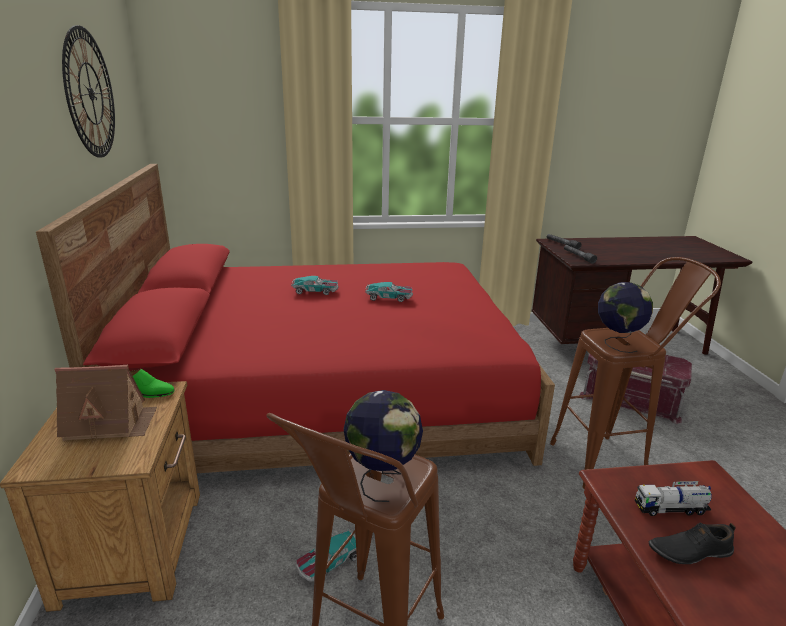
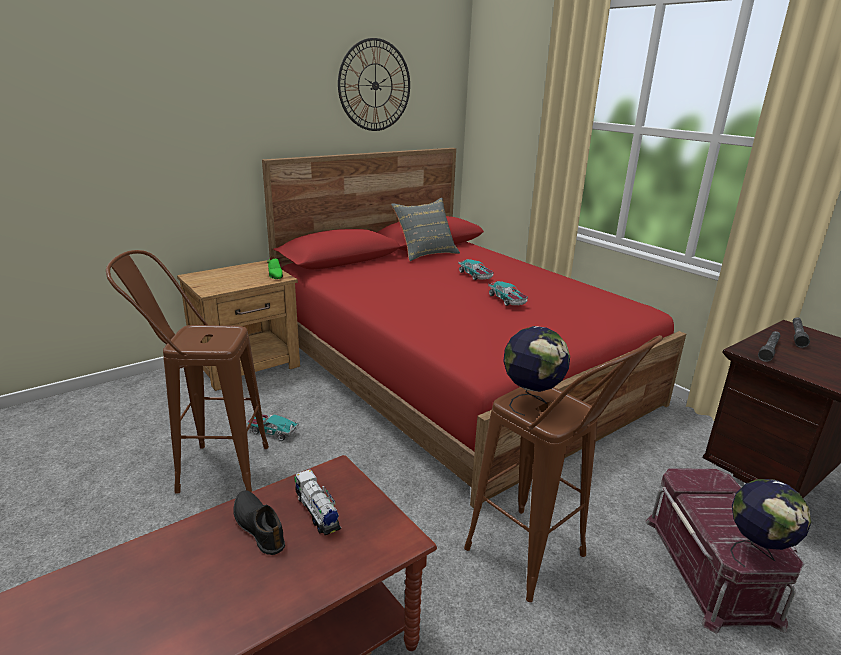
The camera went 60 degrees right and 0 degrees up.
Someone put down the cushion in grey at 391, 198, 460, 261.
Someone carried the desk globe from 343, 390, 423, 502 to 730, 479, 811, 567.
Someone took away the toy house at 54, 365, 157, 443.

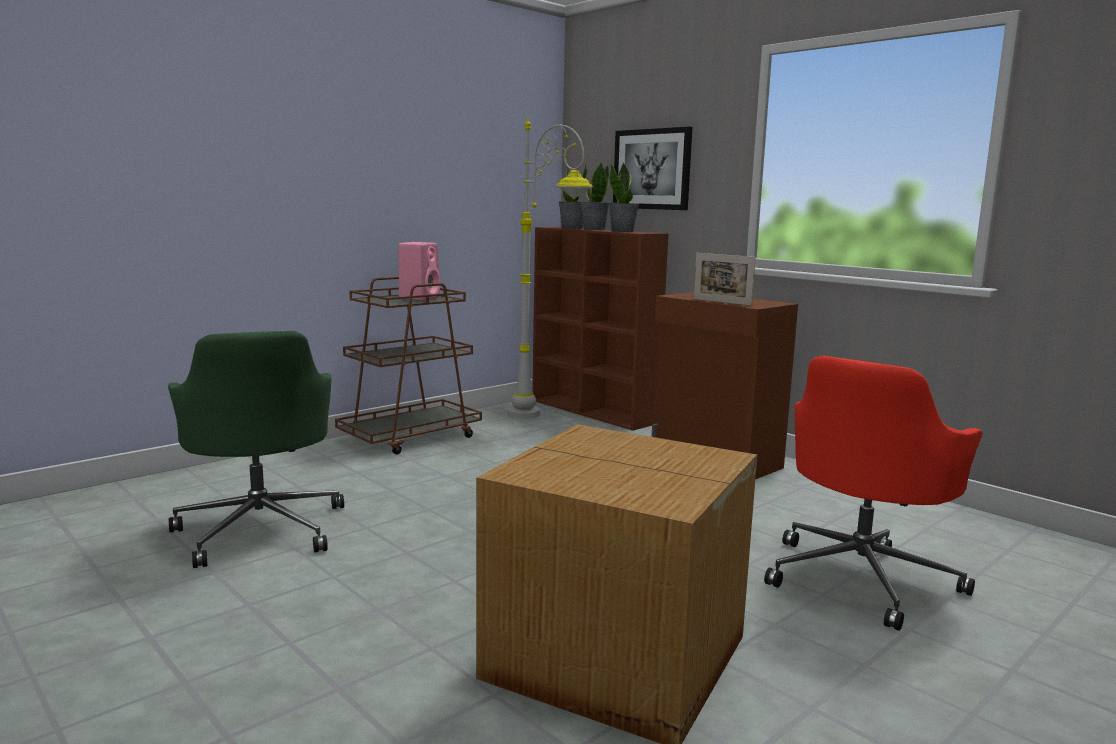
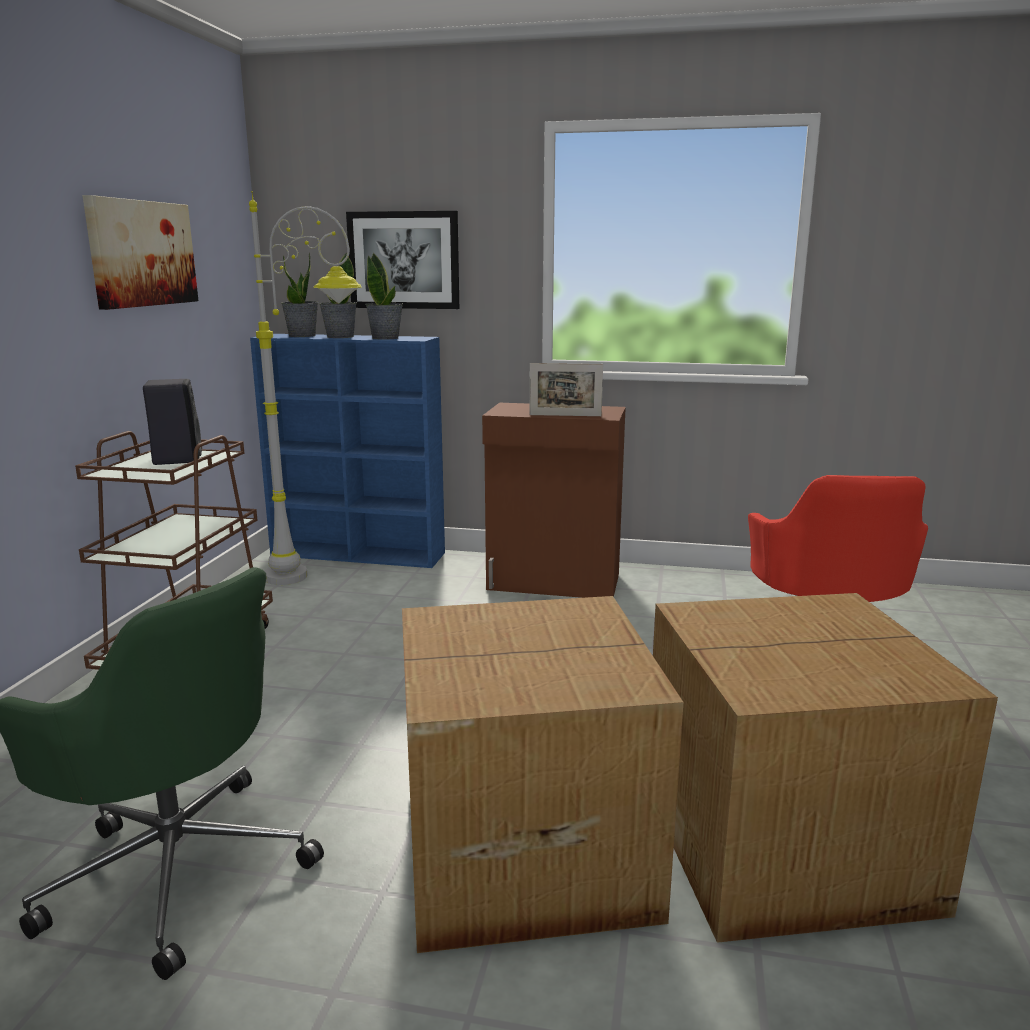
The camera went 35 degrees left and 5 degrees up.
Someone put up the wall picture at 83, 195, 198, 310.
Someone repainted the speaker in pink-coloured at 398, 242, 441, 301, which became the speaker in black at 143, 379, 202, 465.
Someone repainted the shelving unit in brown at 532, 227, 668, 431, which became the shelving unit in bluish at 250, 334, 445, 568.
Someone put down the cardboard box at 402, 596, 683, 953.

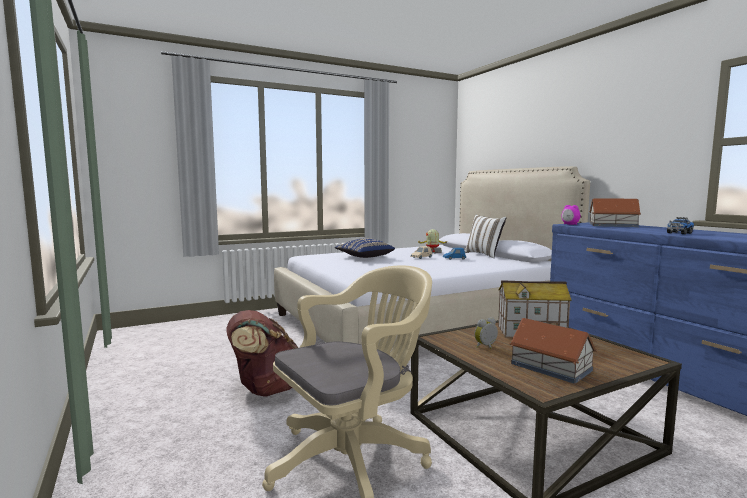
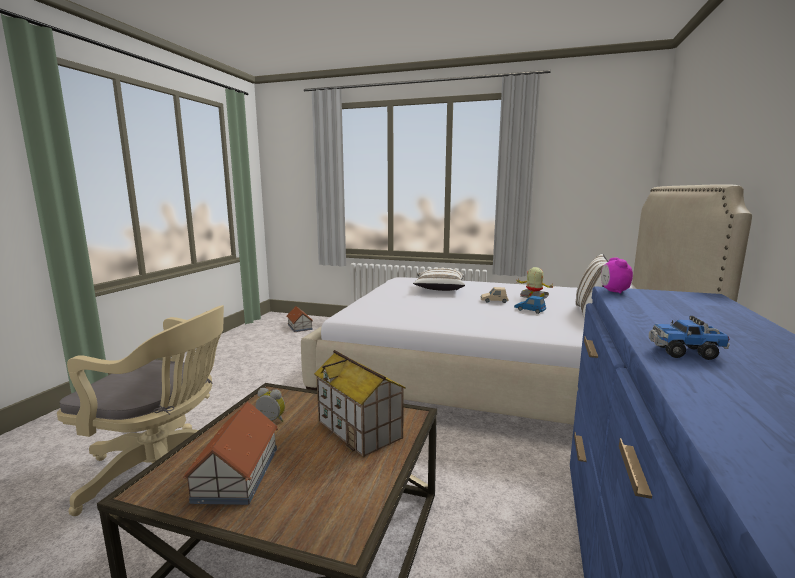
The camera went 45 degrees right and 5 degrees up.
Someone carried the toy house from 589, 198, 641, 227 to 287, 306, 313, 332.
Someone repainted the cushion in bluish at 335, 238, 395, 258, which became the cushion in white at 413, 268, 465, 291.
Someone took away the backpack in brown at 226, 310, 298, 397.

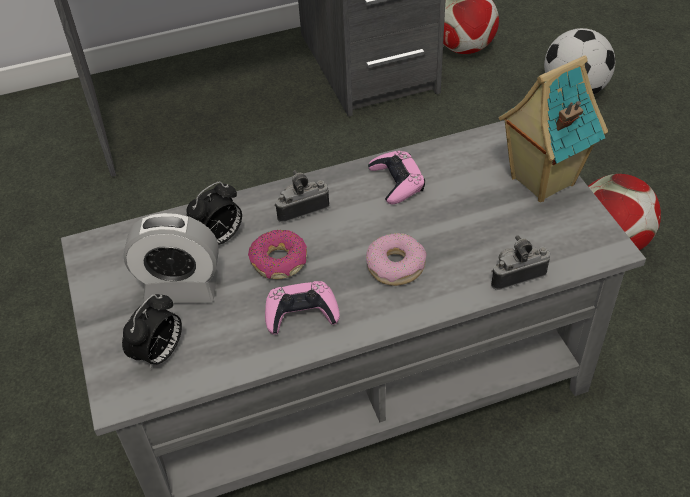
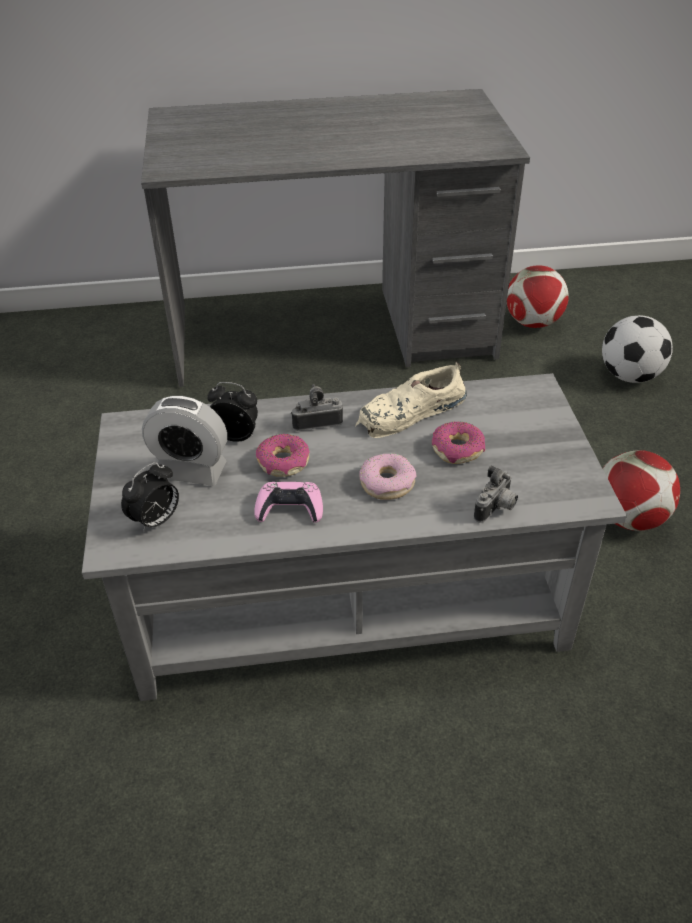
The camera went 10 degrees right and 5 degrees down.
Someone rotated the bedside clock at 186, 182, 242, 245 by 135 degrees counterclockwise.
Someone swapped the joypad in pink-coloured at 368, 151, 425, 204 for the low shoe in sand-coloured at 355, 361, 467, 438.
Someone put down the donut at 432, 421, 485, 464.
Someone rotated the photo camera at 491, 235, 550, 290 by 135 degrees clockwise.
Someone took away the toy house at 498, 55, 608, 202.

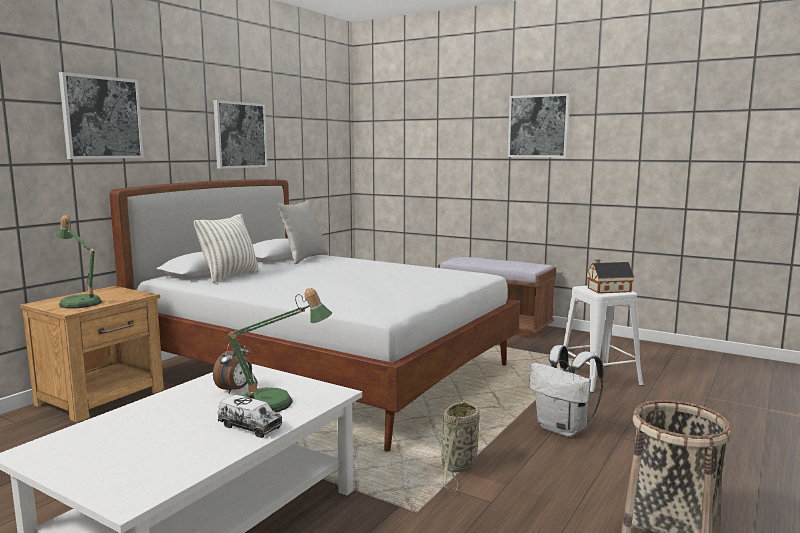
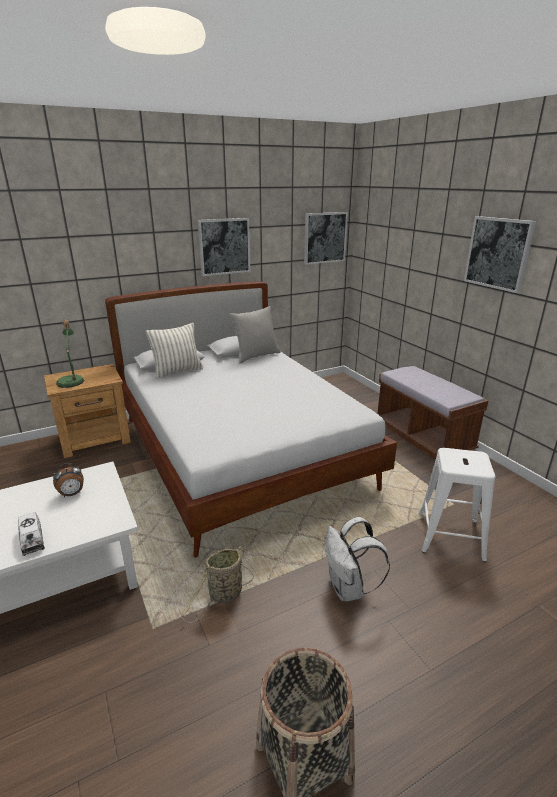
The camera went 30 degrees right and 15 degrees up.
Someone carried the wall picture from 59, 72, 144, 159 to 304, 212, 348, 265.
Someone took away the table lamp at 224, 288, 332, 413.
Someone took away the toy house at 586, 259, 634, 293.

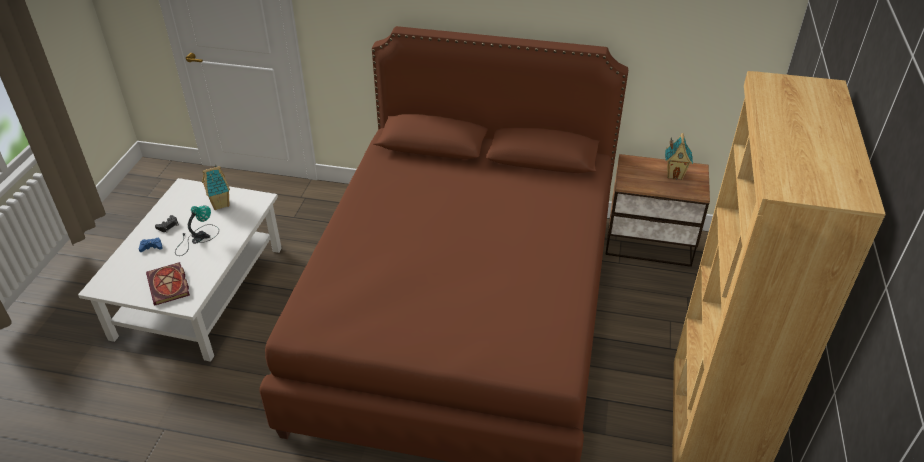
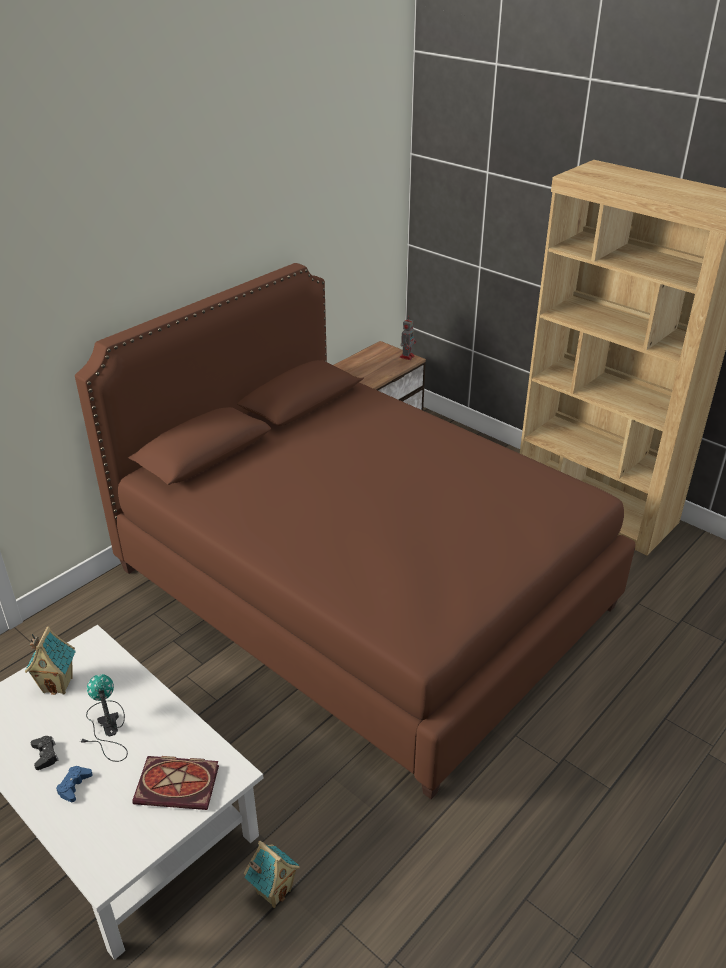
The camera went 60 degrees left and 5 degrees down.
Someone carried the toy house from 665, 133, 693, 180 to 244, 841, 300, 908.
Someone put down the model robot at 400, 319, 416, 360.

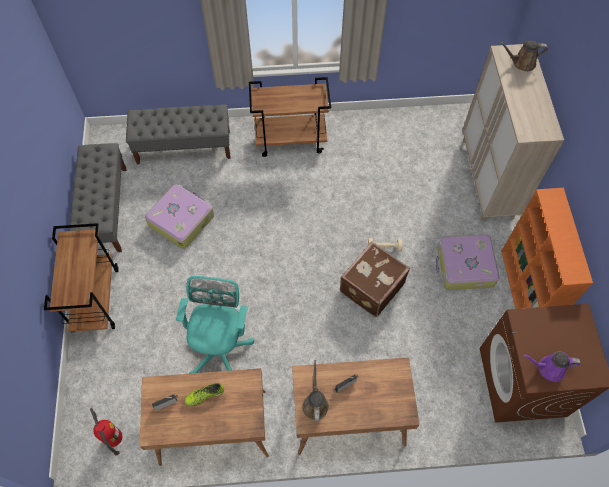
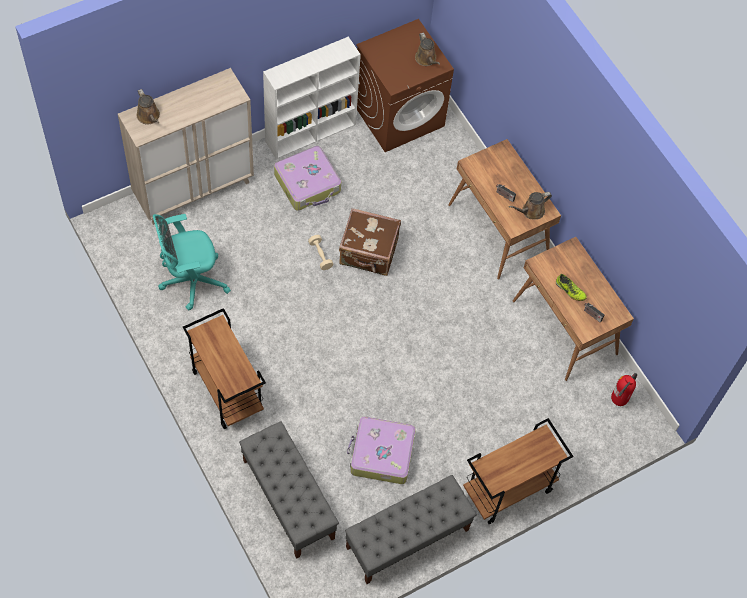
The camera went 120 degrees left and 0 degrees up.
Someone carried the computer chair in blue-green from 176, 276, 255, 374 to 153, 214, 231, 310.
Someone repainted the shelving unit in orange-coloured at 501, 188, 593, 309, which became the shelving unit in white at 263, 36, 361, 159.
Someone repainted the sprinkling can in purplish at 523, 351, 581, 382, which became the sprinkling can in brown at 415, 33, 440, 66.

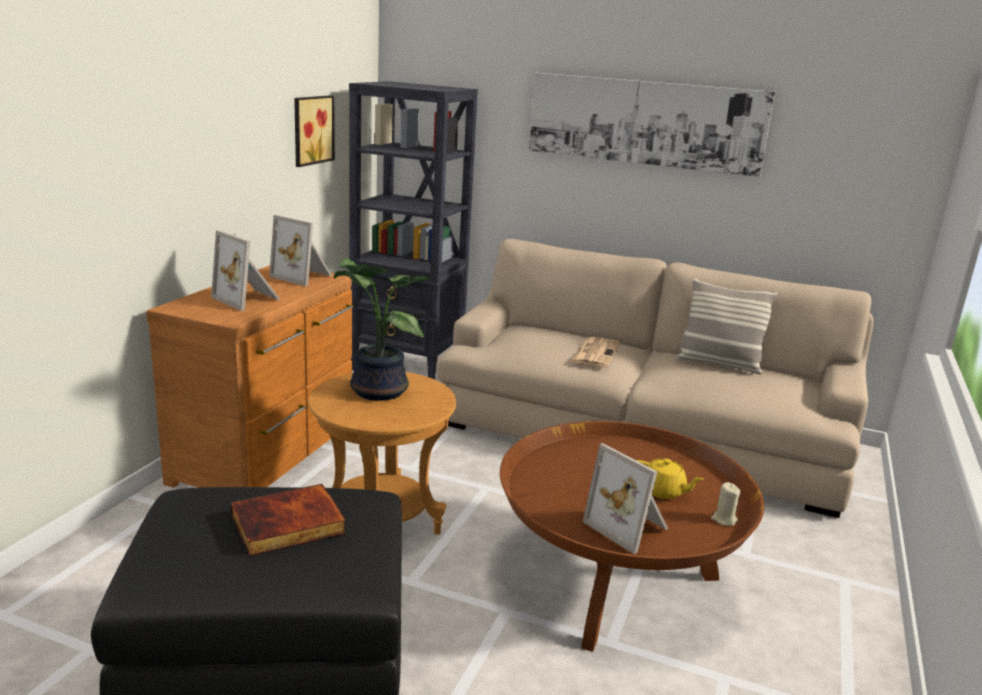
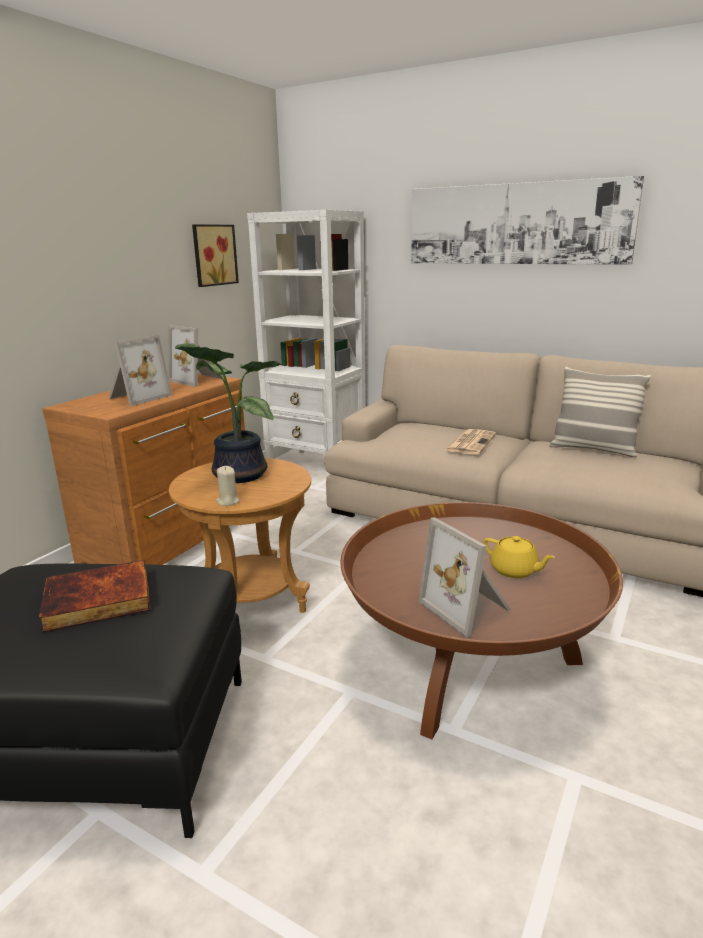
The camera went 10 degrees right and 0 degrees up.
Someone rotated the standing frame at 211, 231, 281, 311 by 105 degrees counterclockwise.
Someone carried the candle in sand-coloured from 711, 482, 741, 526 to 216, 466, 240, 506.
Someone repainted the shelving unit in black at 349, 81, 478, 380, which became the shelving unit in white at 247, 210, 366, 459.

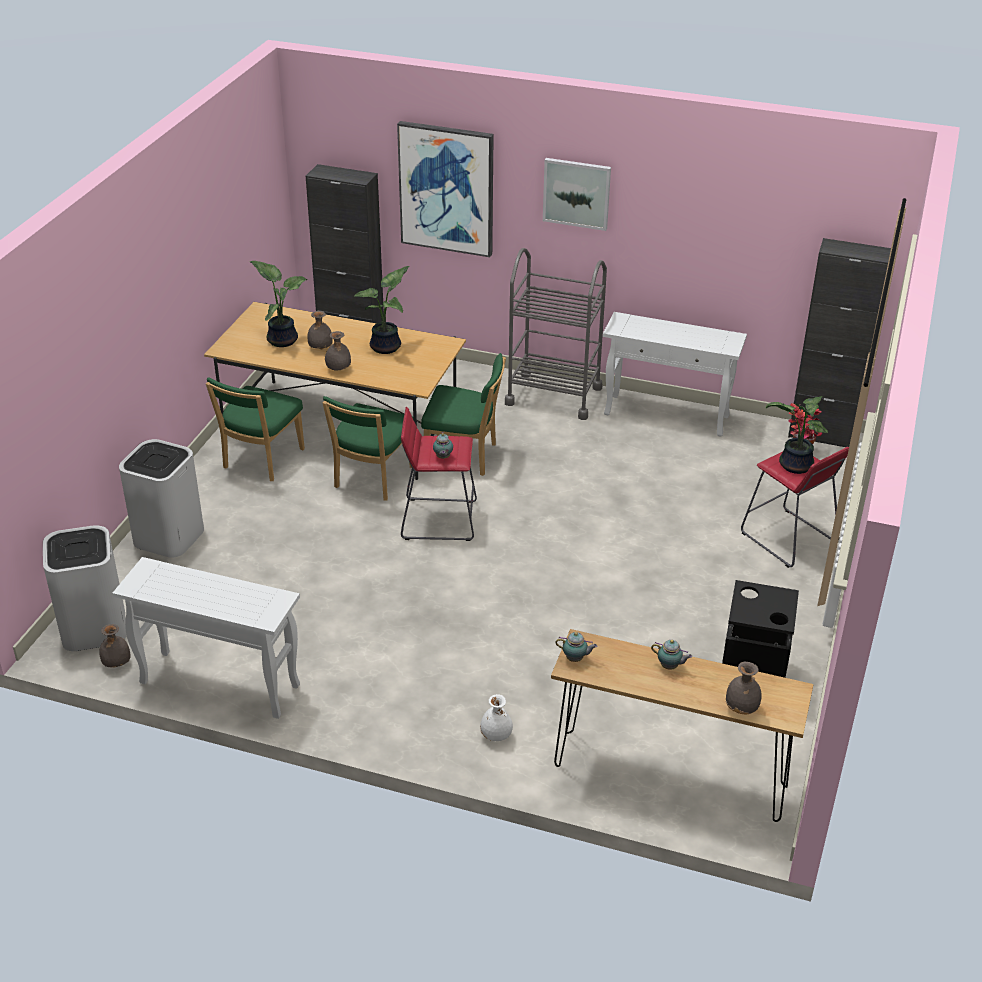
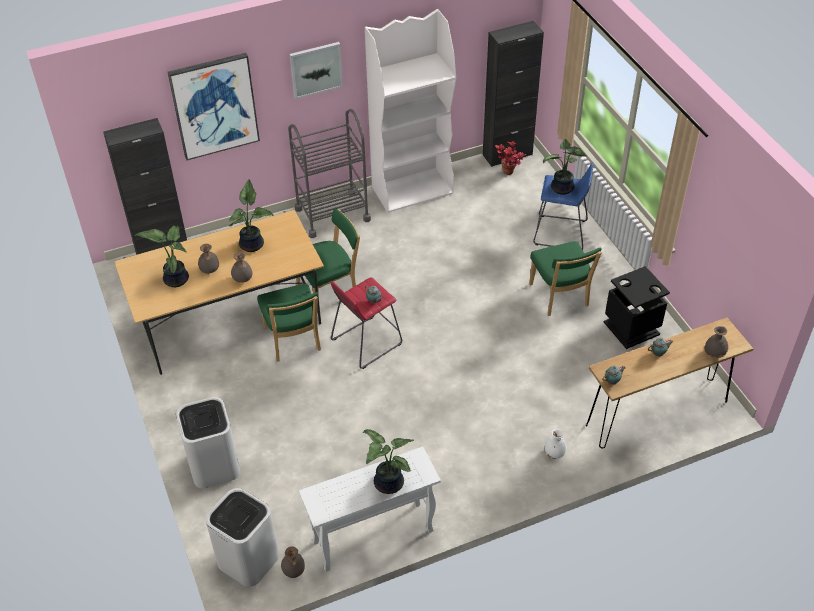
The camera went 40 degrees left and 10 degrees up.
Someone put down the potted plant at 363, 429, 414, 494.
Someone swapped the narrow table in white at 603, 312, 747, 437 for the shelving unit in white at 365, 9, 456, 213.
Someone carried the chair in green-coloured from 206, 377, 305, 481 to 529, 241, 602, 316.
Someone repainted the sitting stool in red-coloured at 741, 447, 849, 568, which became the sitting stool in bluish at 533, 162, 594, 250.

